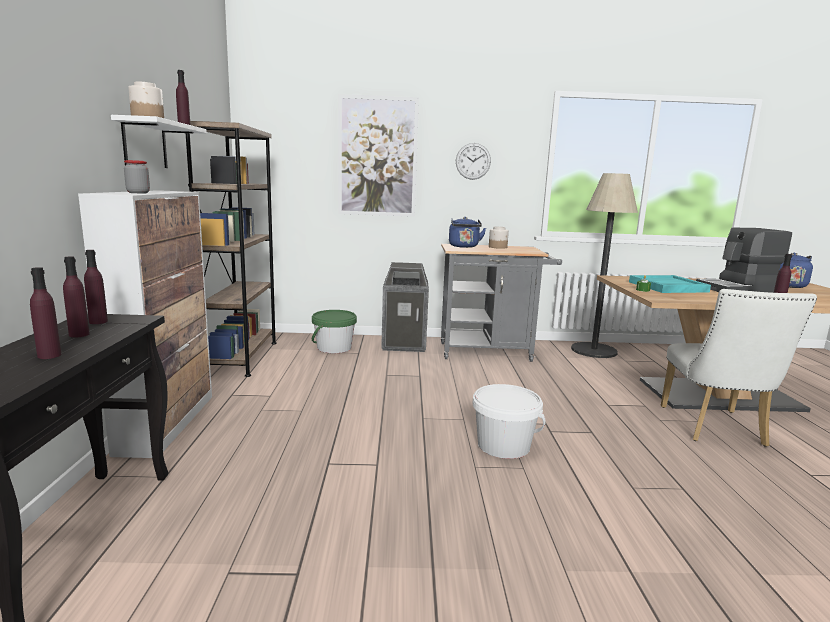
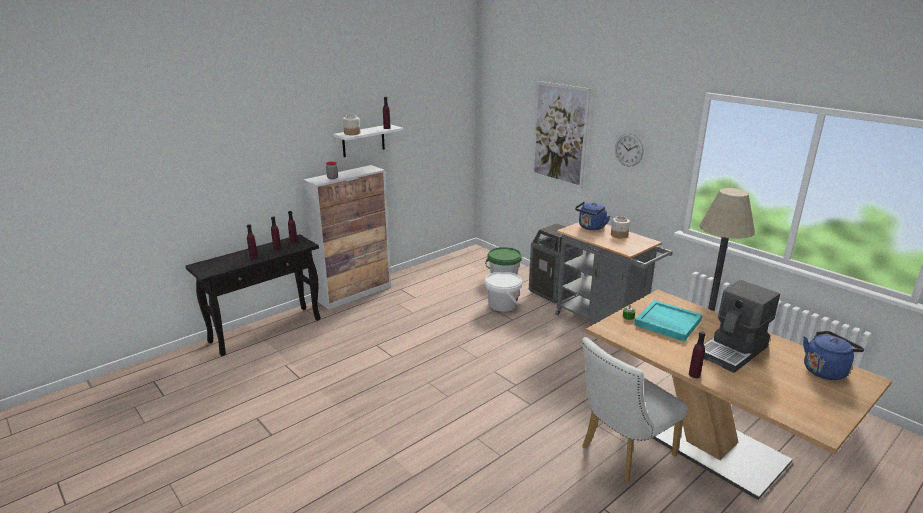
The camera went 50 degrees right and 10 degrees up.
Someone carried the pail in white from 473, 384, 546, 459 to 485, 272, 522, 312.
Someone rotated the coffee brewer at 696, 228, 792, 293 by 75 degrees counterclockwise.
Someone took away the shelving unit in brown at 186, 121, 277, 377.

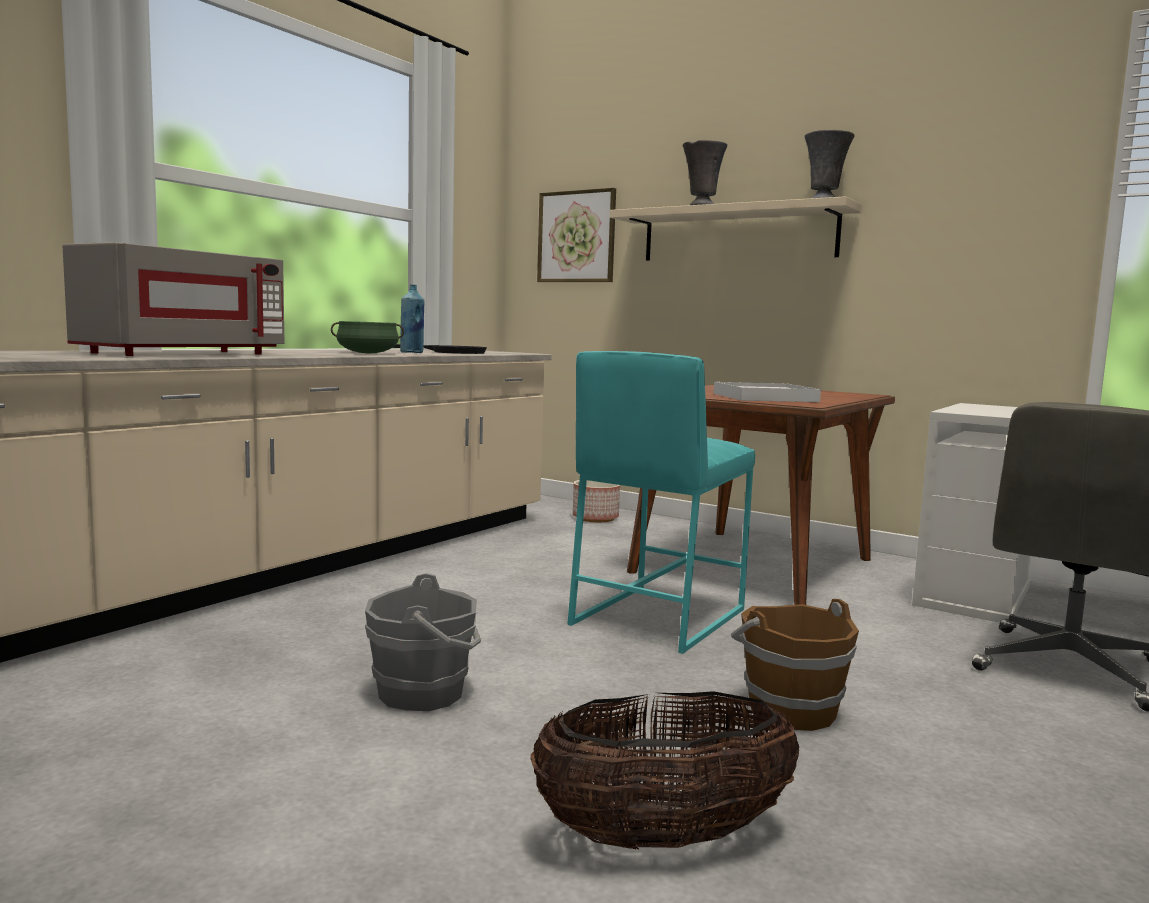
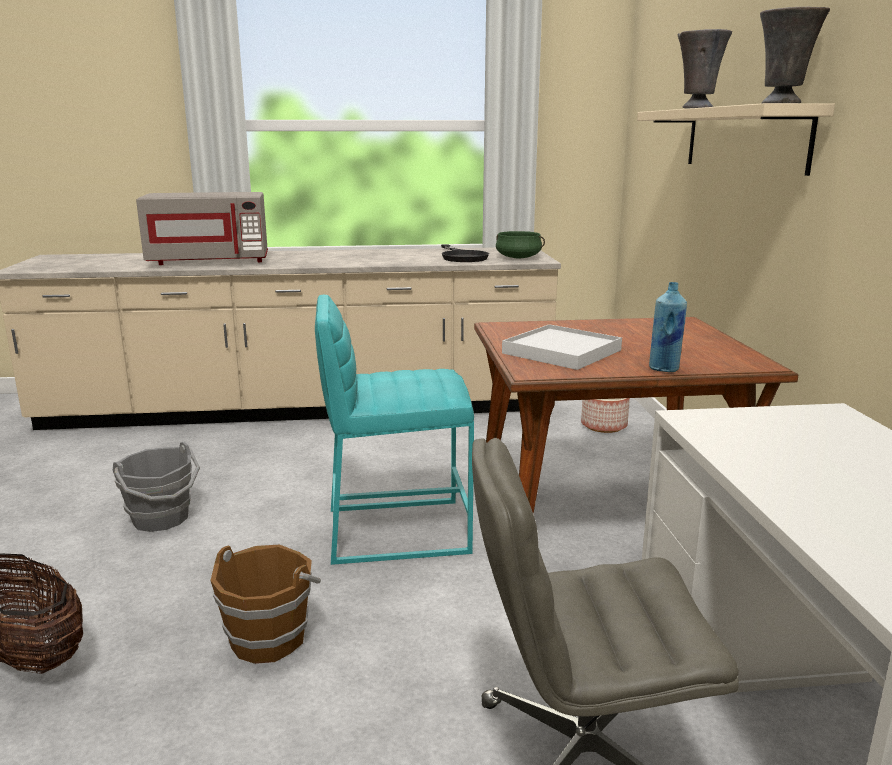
The camera went 50 degrees right and 10 degrees up.
Someone carried the saucepot in green-coloured from 331, 321, 404, 353 to 496, 231, 545, 258.
Someone carried the drink bottle in bluish from 400, 285, 424, 353 to 649, 282, 687, 372.
Someone took away the wall picture at 537, 188, 616, 282.

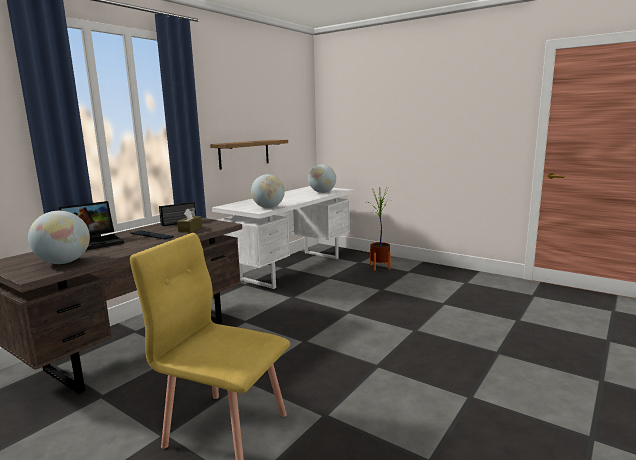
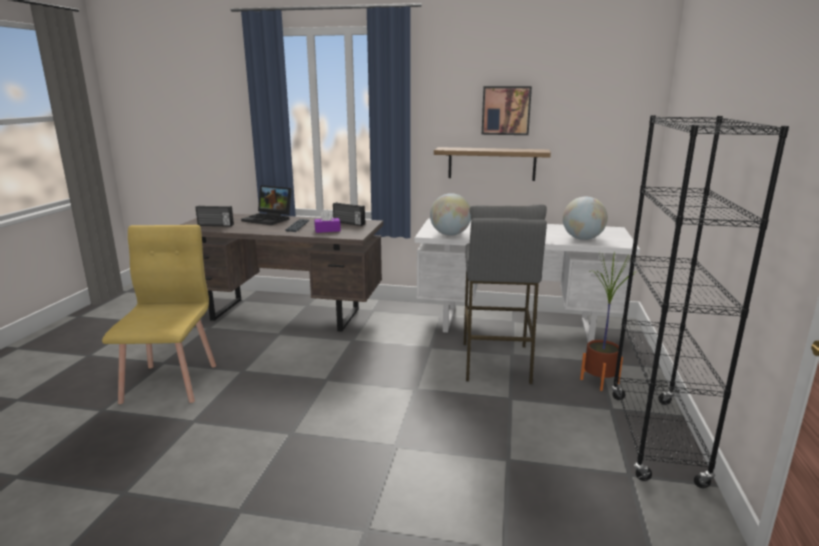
The camera went 65 degrees right and 5 degrees up.
Someone swapped the desk globe at 28, 211, 90, 264 for the radio at 196, 205, 234, 227.
Someone repainted the tissue box in brown at 177, 208, 202, 233, which became the tissue box in purplish at 314, 210, 341, 233.
Someone put down the sitting stool in grey at 464, 204, 547, 384.
Someone put up the wall picture at 482, 86, 532, 135.
Someone put down the shelving unit in black at 611, 115, 789, 488.

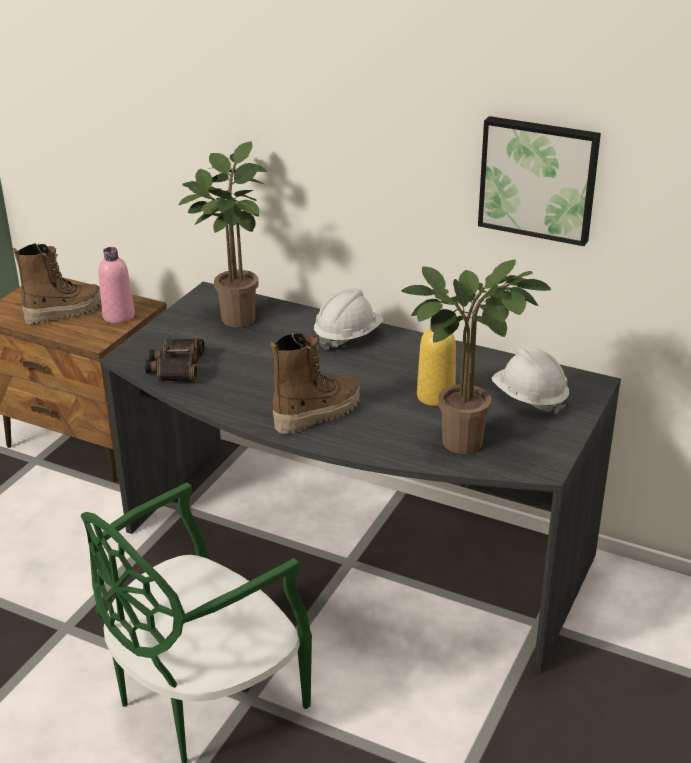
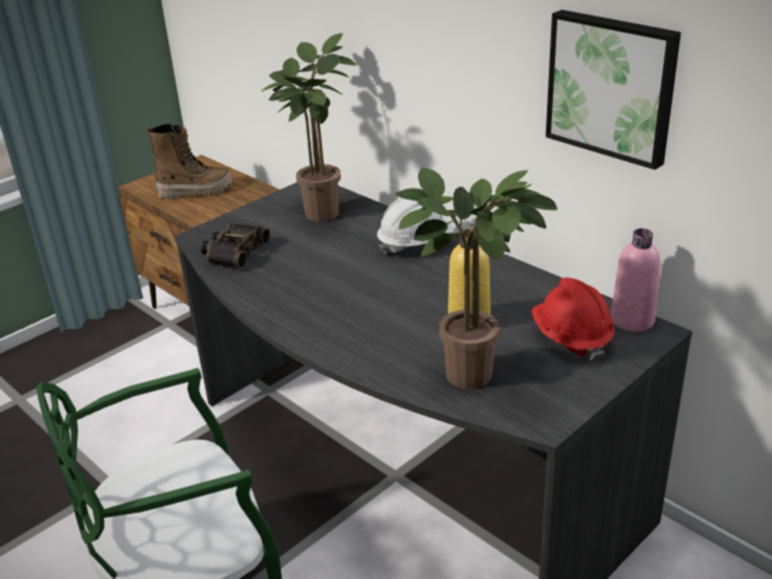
The camera went 20 degrees right and 0 degrees up.
Someone repainted the work helmet in white at 492, 347, 569, 415, which became the work helmet in red-coloured at 531, 278, 614, 361.
Someone carried the drink bottle in pink-coloured from 98, 247, 135, 323 to 611, 228, 660, 332.
Someone took away the tall boot at 270, 333, 360, 434.

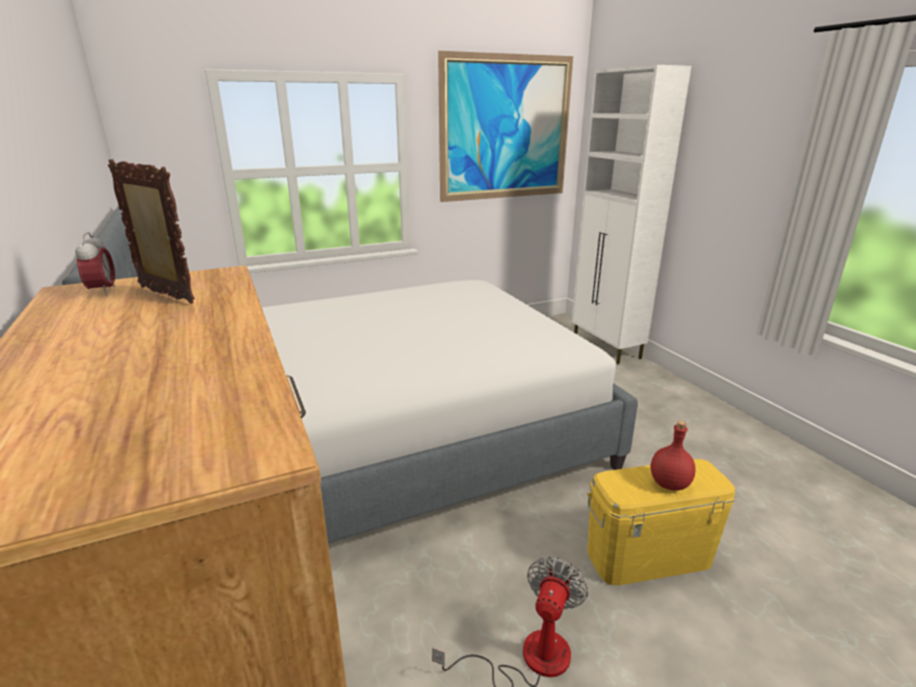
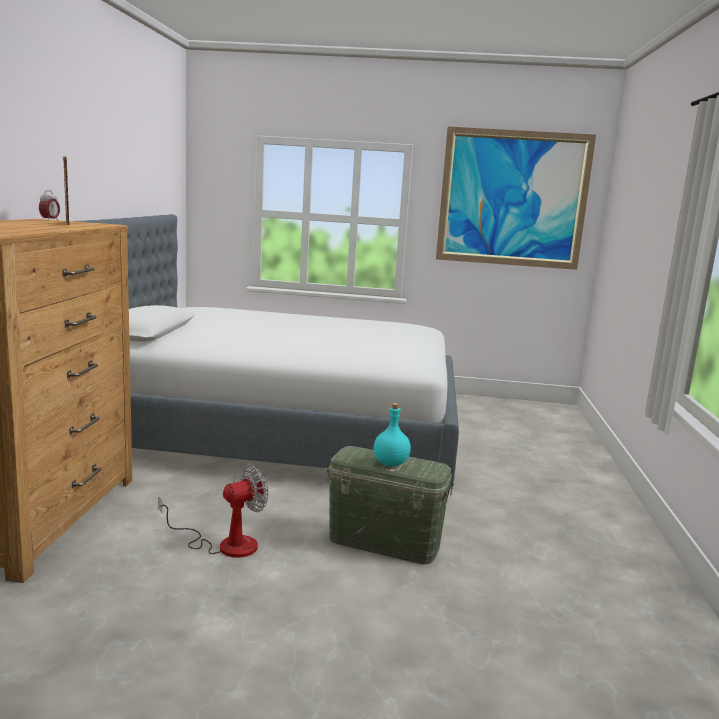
The camera went 30 degrees right and 10 degrees down.
Someone repainted the storage bin in yellowish at 587, 459, 736, 585, which became the storage bin in green-coloured at 326, 446, 454, 564.
Someone repainted the drink bottle in red-coloured at 651, 421, 696, 491, which became the drink bottle in blue-green at 374, 403, 411, 467.
Someone took away the cupboard in white at 572, 65, 691, 364.

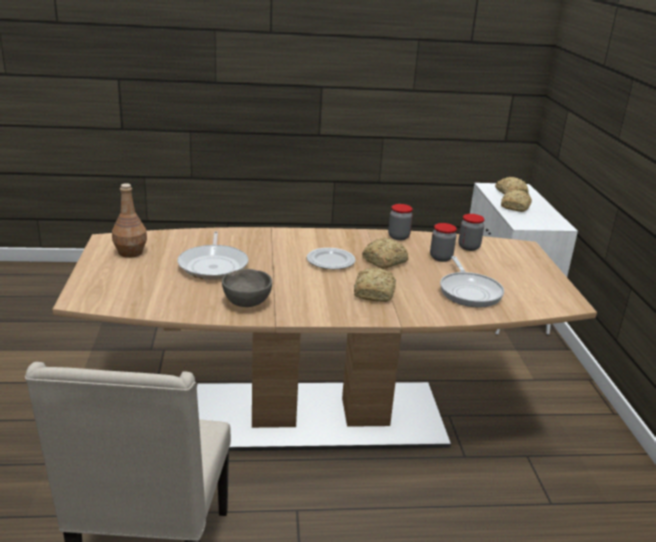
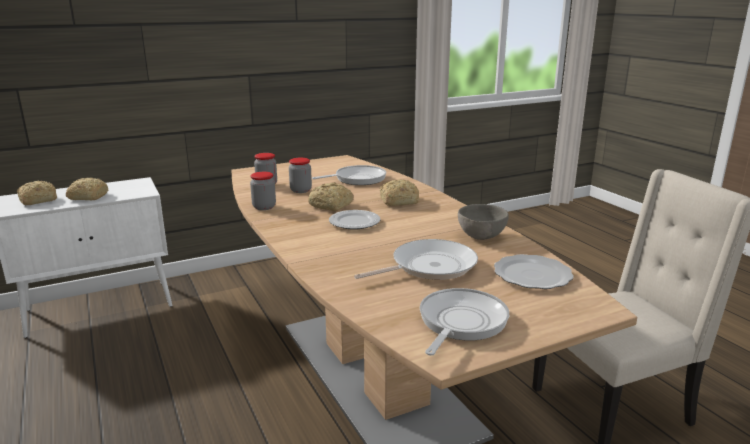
The camera went 110 degrees left and 5 degrees down.
Someone swapped the drink bottle in brown at 112, 183, 147, 258 for the skillet at 420, 288, 509, 356.
Someone put down the plate at 494, 254, 574, 289.

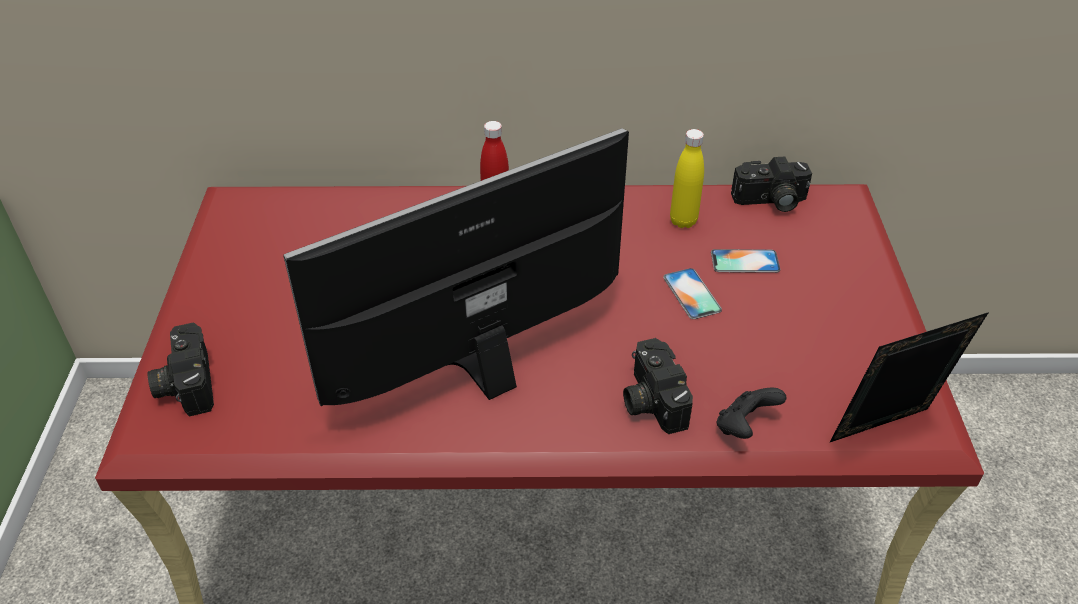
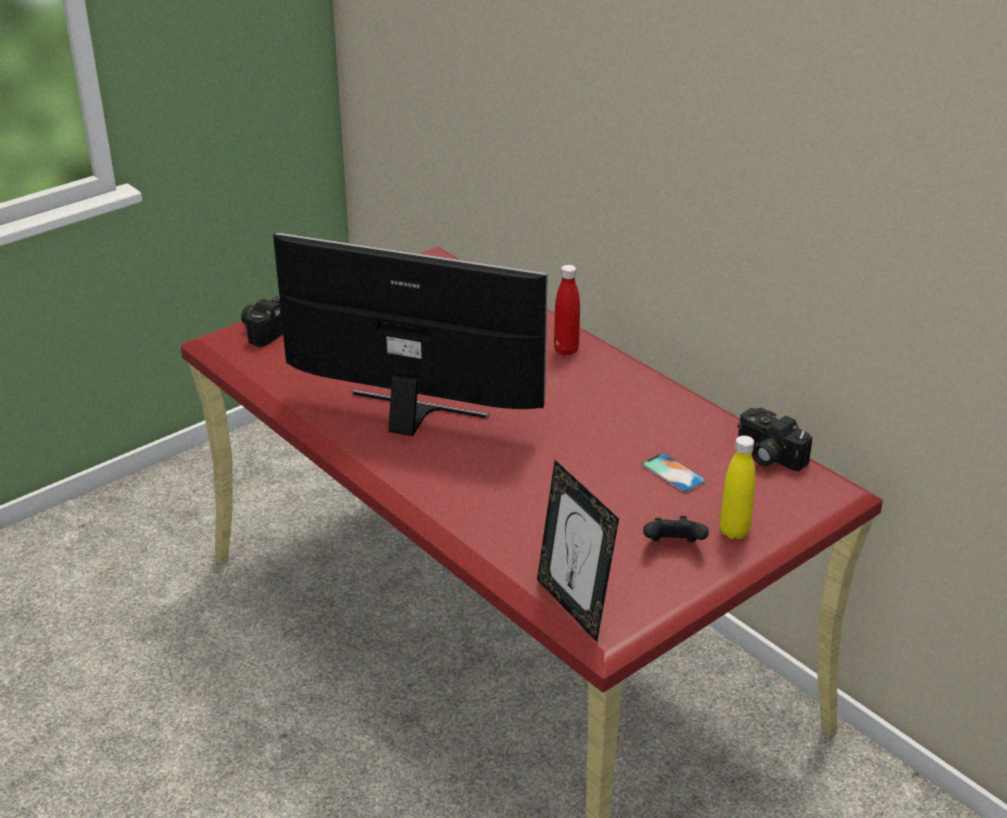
The camera went 50 degrees right and 10 degrees down.
Someone rotated the standing frame at 830, 312, 989, 442 by 150 degrees counterclockwise.
Someone carried the joypad in black from 717, 388, 787, 439 to 643, 516, 709, 543.
Someone carried the drink bottle in yellowish from 670, 129, 704, 228 to 720, 435, 756, 539.
Someone took away the photo camera at 623, 338, 693, 434.
Someone took away the phone at 663, 268, 722, 319.

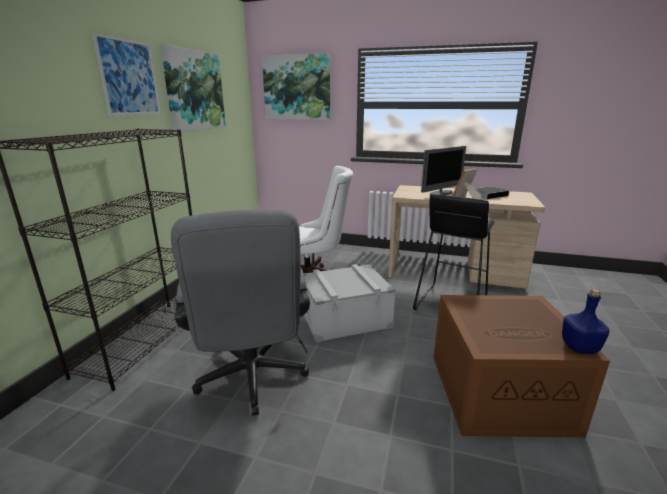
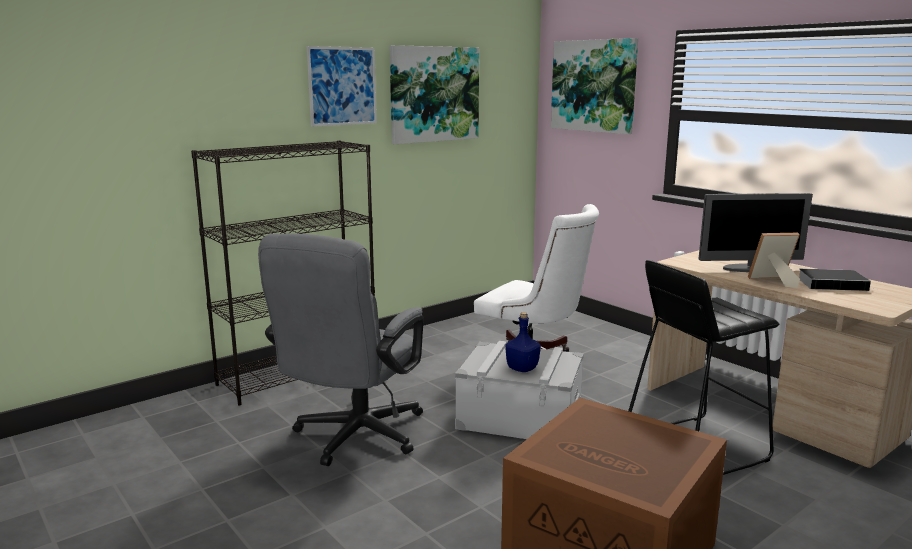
The camera went 35 degrees right and 5 degrees down.
Someone carried the drink bottle in bluish from 562, 289, 610, 354 to 505, 312, 541, 372.

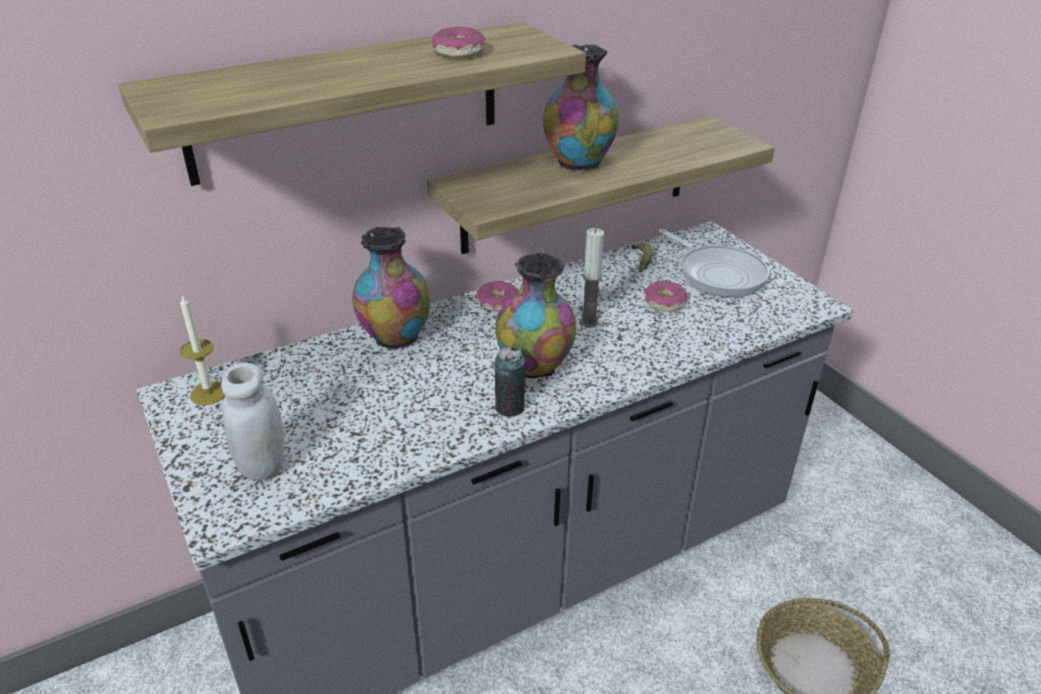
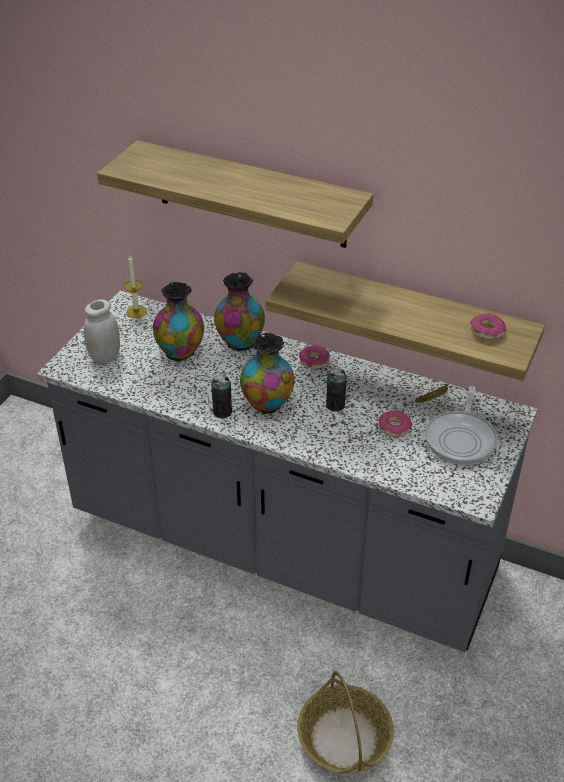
The camera went 55 degrees right and 5 degrees up.
Someone carried the vase from 543, 44, 619, 171 to 153, 282, 204, 362.
Someone swapped the candle at 580, 228, 604, 327 for the sealed can at 326, 368, 347, 412.
Someone carried the donut from 432, 27, 485, 58 to 471, 314, 506, 340.

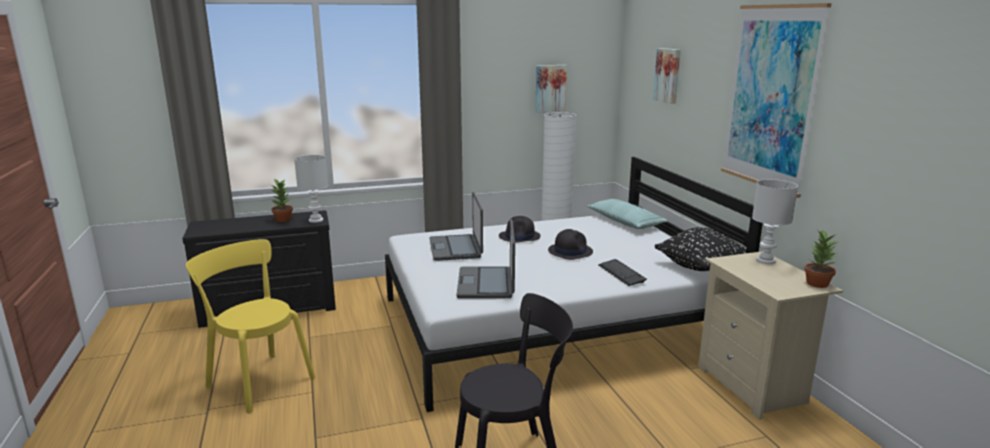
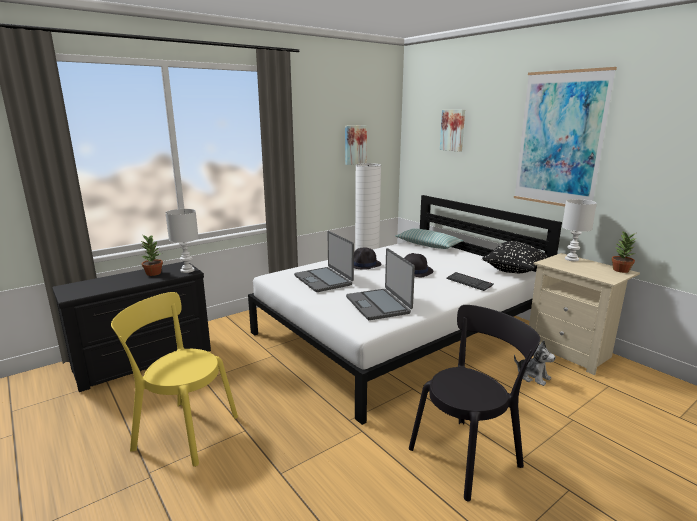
The camera went 20 degrees left and 0 degrees up.
Someone put down the plush toy at 514, 340, 556, 386.

